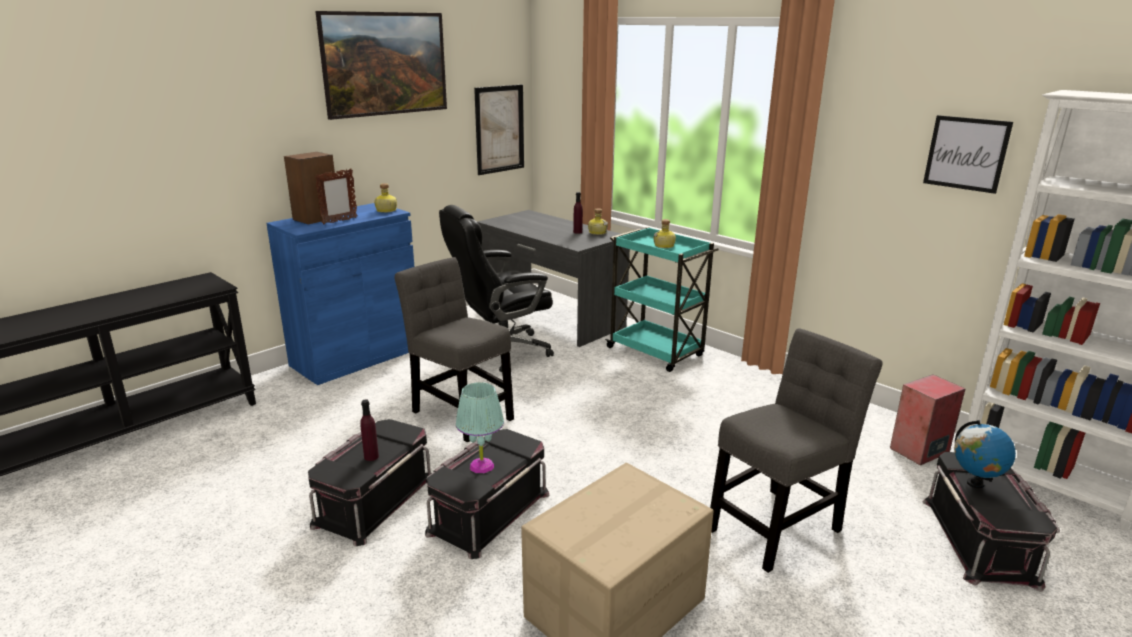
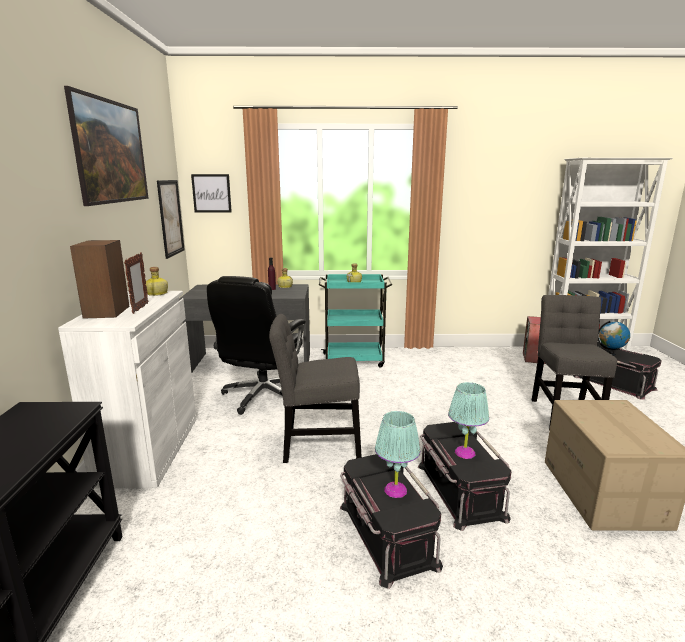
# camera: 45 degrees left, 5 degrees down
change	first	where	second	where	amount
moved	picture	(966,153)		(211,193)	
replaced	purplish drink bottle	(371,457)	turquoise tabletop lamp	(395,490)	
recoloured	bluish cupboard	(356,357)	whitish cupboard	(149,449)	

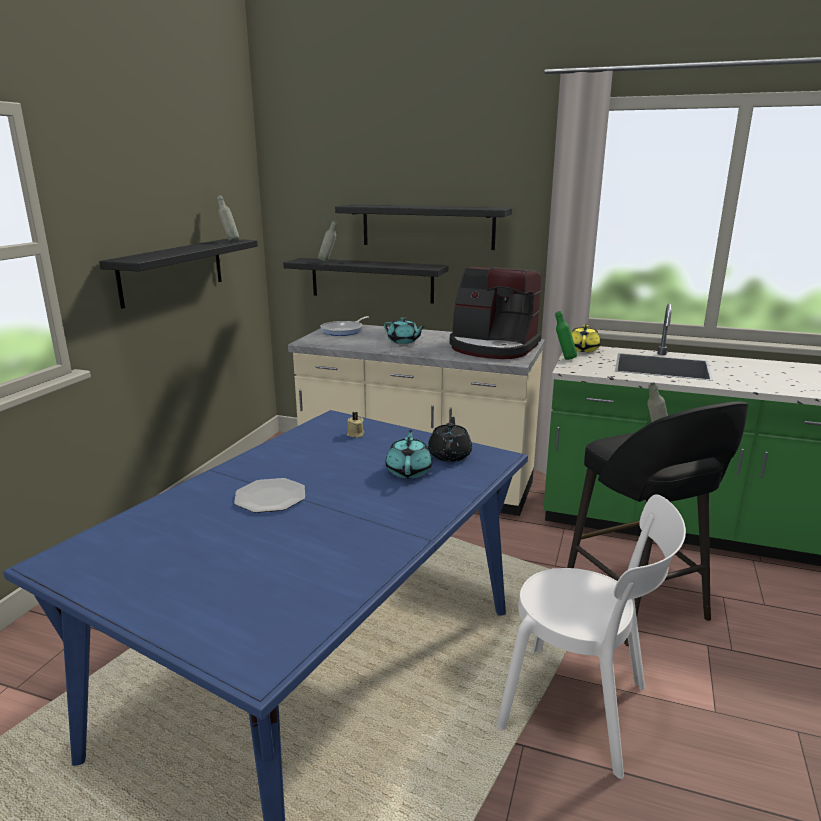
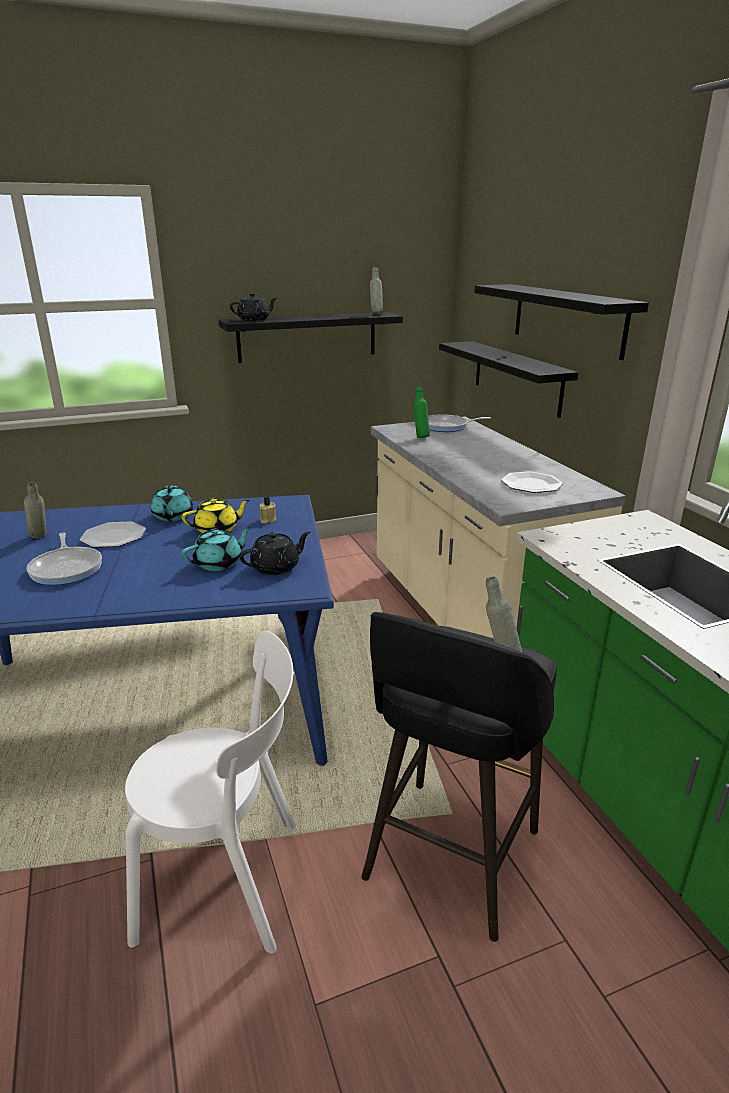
# camera: 50 degrees right, 5 degrees up
change	first	where	second	where	amount
added			skillet	(67,568)	
added			black teapot	(254,320)	
moved	grey drink bottle	(328,261)		(41,538)	
moved	turquoise teapot	(403,341)		(172,516)	
moved	green-coloured drink bottle	(564,359)		(420,437)	
moved	yellowish teapot	(583,349)		(217,529)	
replaced	coffee maker	(493,347)	plate	(531,484)	
turned	whitish upright chair	(581,709)		(228,881)	75 degrees counterclockwise

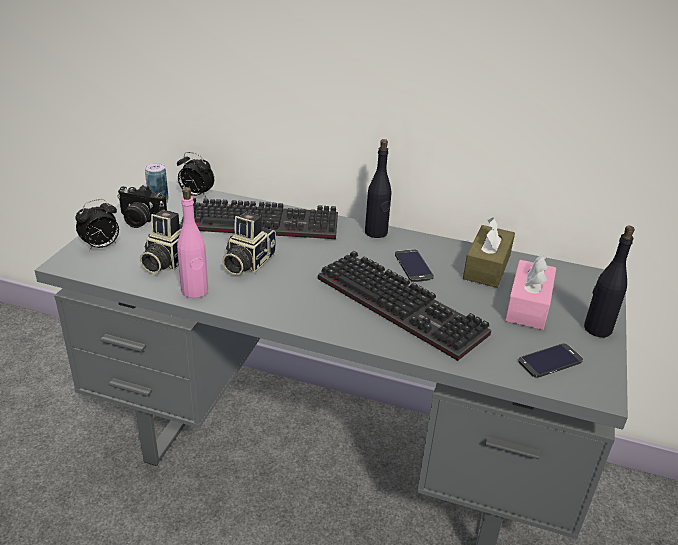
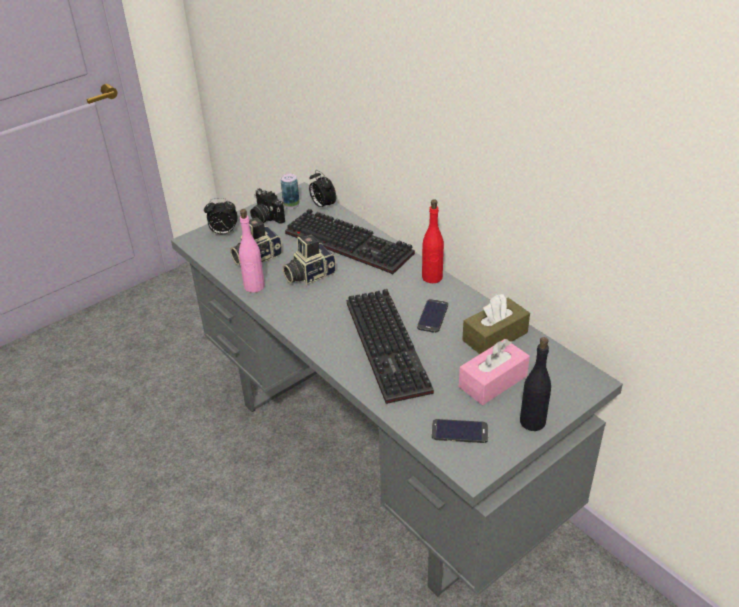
# camera: 35 degrees right, 5 degrees up
change	first	where	second	where	amount
recoloured	black drink bottle	(376,232)	red drink bottle	(432,277)	

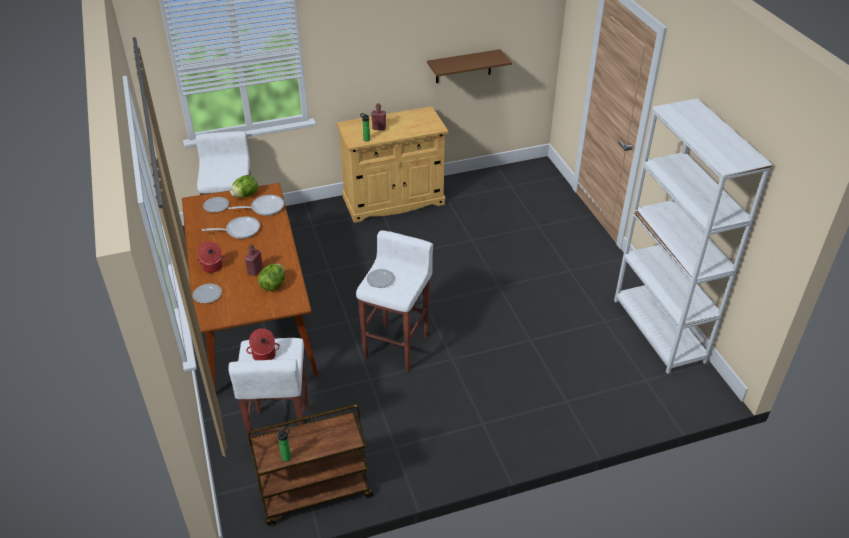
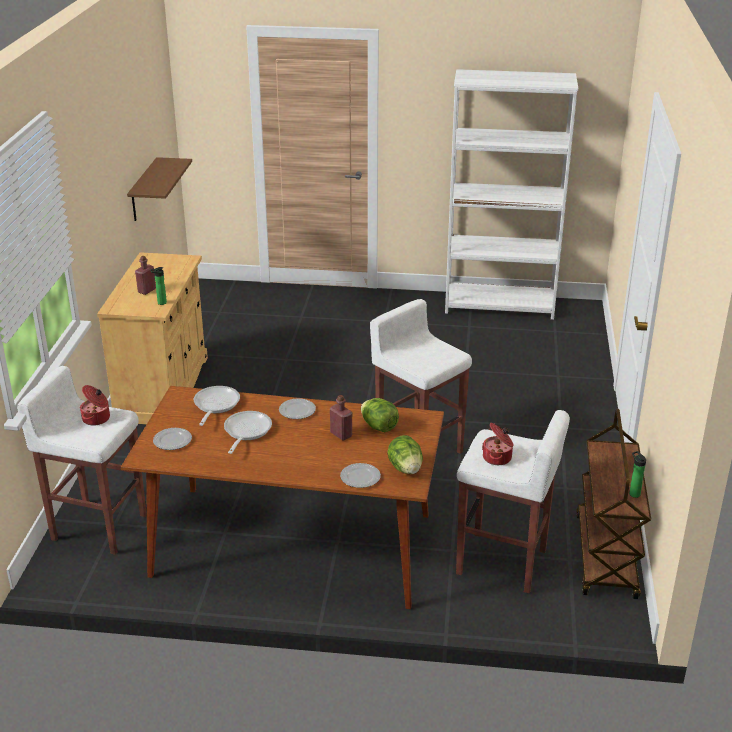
# camera: 65 degrees left, 10 degrees down
change	first	where	second	where	amount
moved	saucepot	(212,267)		(97,419)	
moved	lettuce head	(245,195)		(405,468)	
moved	plate	(381,280)		(297,411)	

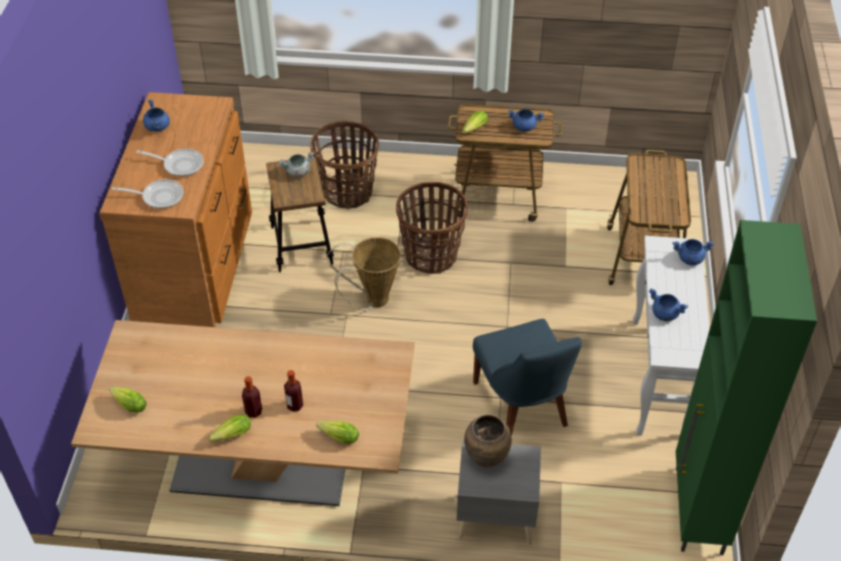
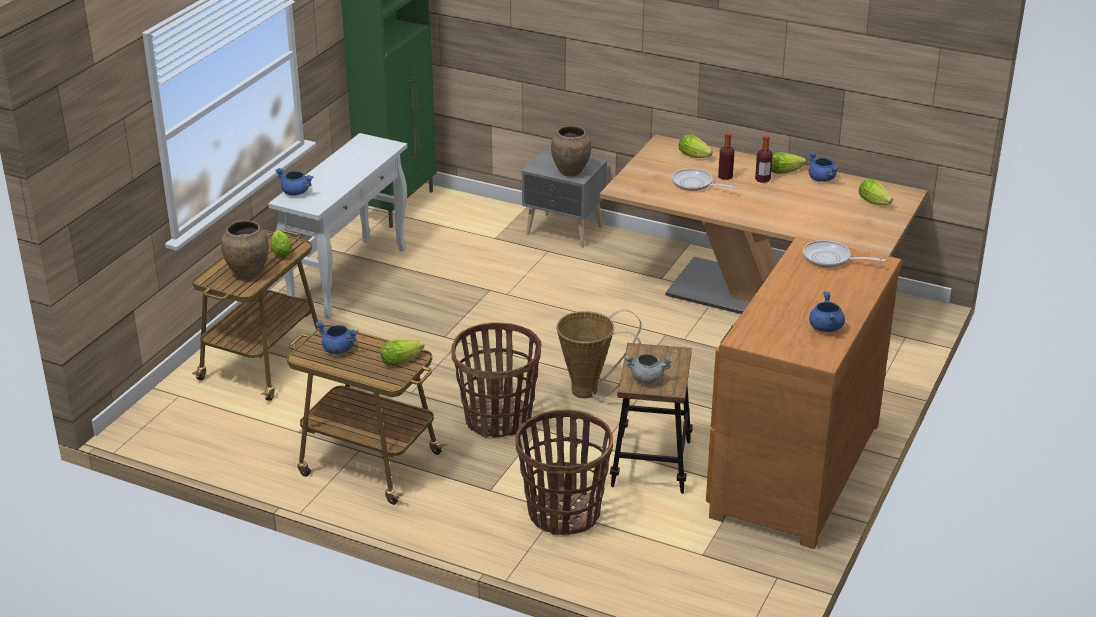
# camera: 160 degrees left, 15 degrees down
change	first	where	second	where	amount
removed	bluish upright chair	(522,407)			
added			brownish flower vase	(247,274)	
added			lettuce head	(281,250)	
moved	skillet	(180,165)		(695,184)	
moved	bluish saucepot	(664,314)		(822,179)	

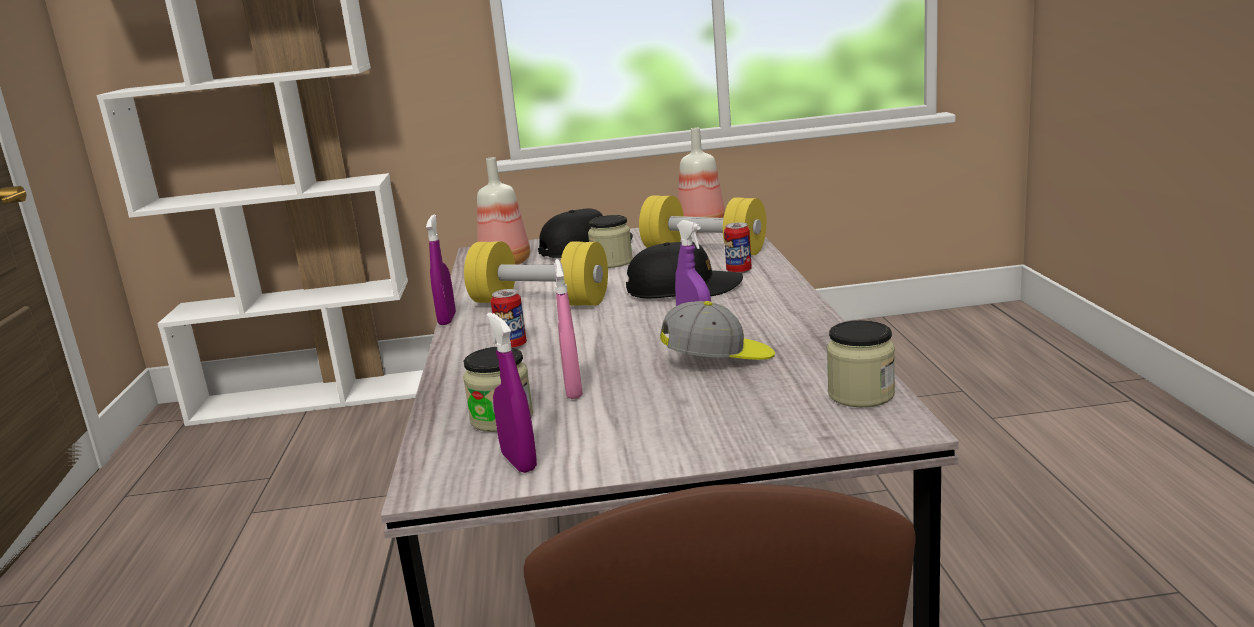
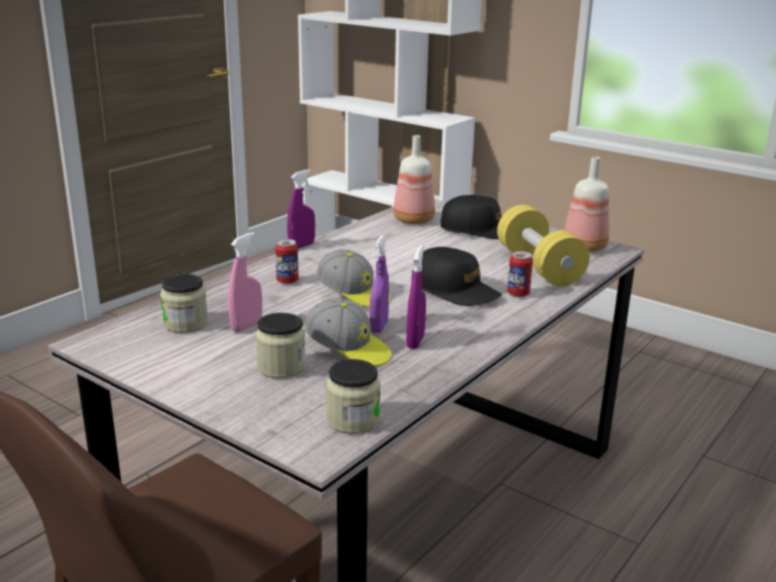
# camera: 40 degrees right, 5 degrees up
change	first	where	second	where	amount
removed	yellowish free weight	(540,302)			
added			baseball cap	(353,295)	
moved	purplish hand sprayer	(519,462)		(415,341)	
moved	preserve jar	(612,262)		(281,367)	

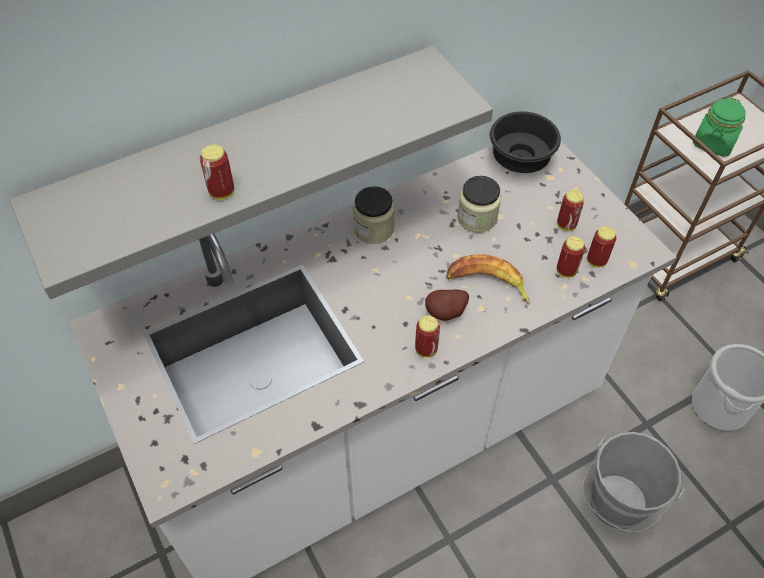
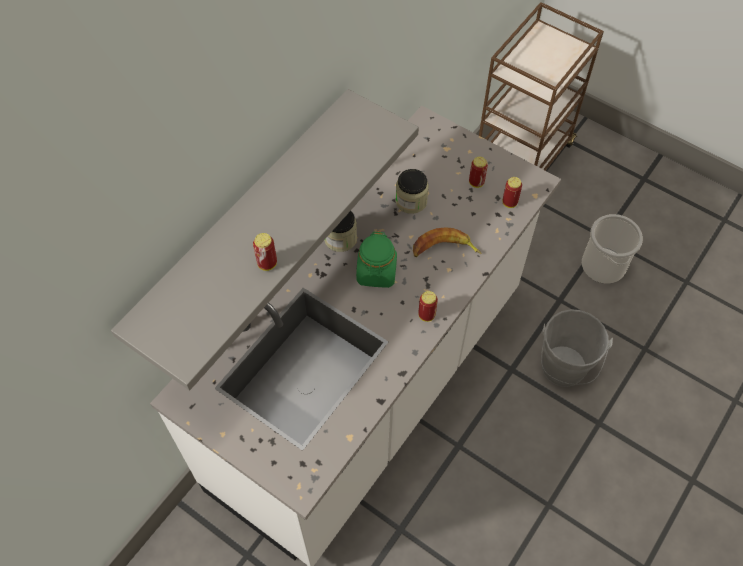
# camera: 25 degrees left, 5 degrees up
change	first	where	second	where	amount
removed	spud	(446,314)			
removed	black bowl	(518,158)			
removed	sealed can	(566,271)			
moved	green-coloured preserve jar	(713,143)		(376,272)	

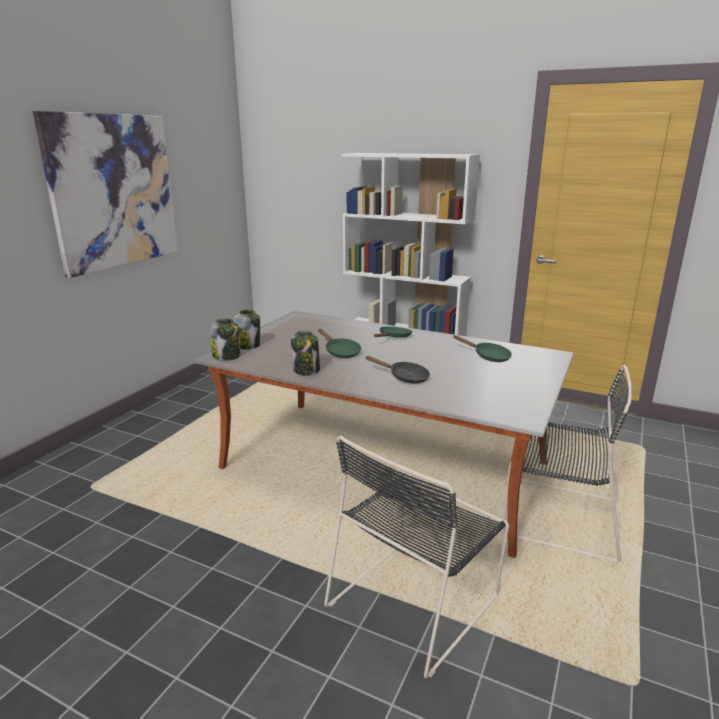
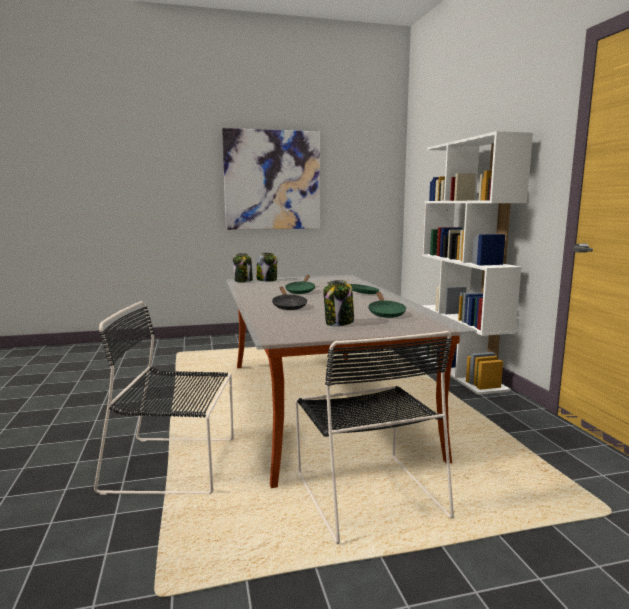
# camera: 50 degrees right, 10 degrees down
change	first	where	second	where	amount
moved	preserve jar	(306,370)		(339,323)	

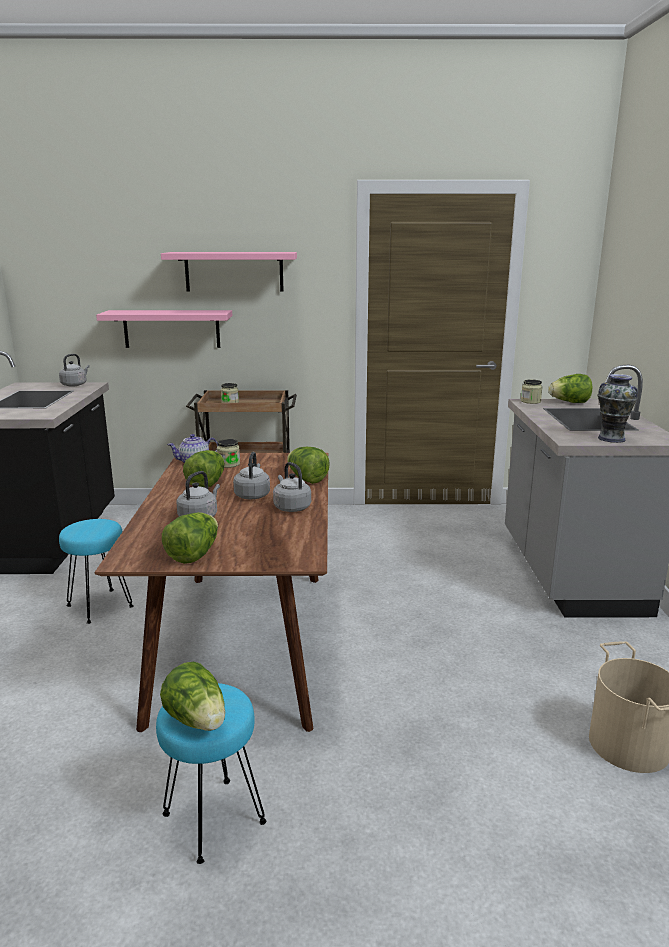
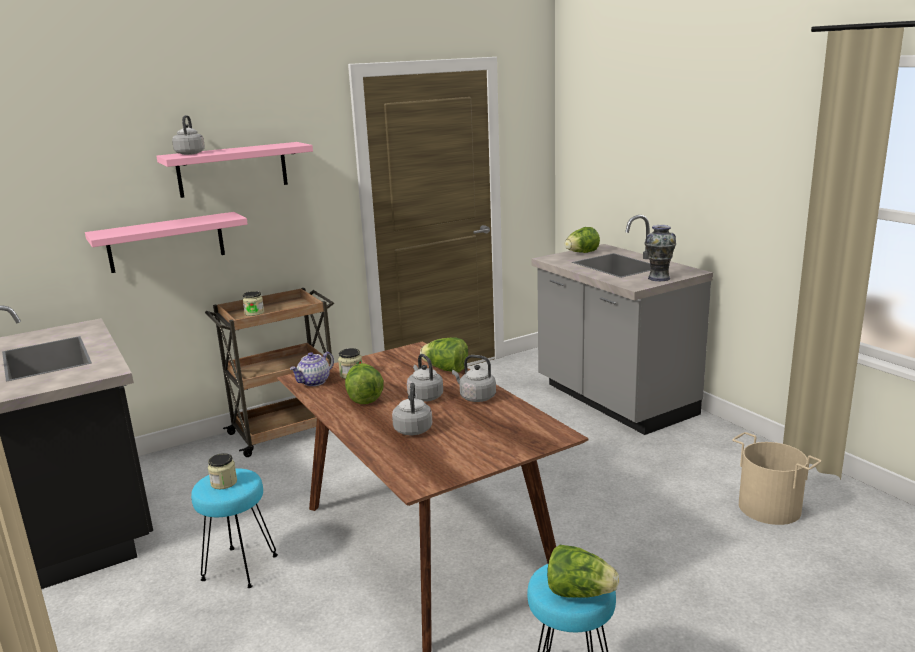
# camera: 30 degrees left, 0 degrees up
change	first	where	second	where	amount
removed	lettuce head	(194,555)			
moved	grey water kettle	(75,385)		(190,153)	
moved	preserve jar	(530,401)		(224,483)	

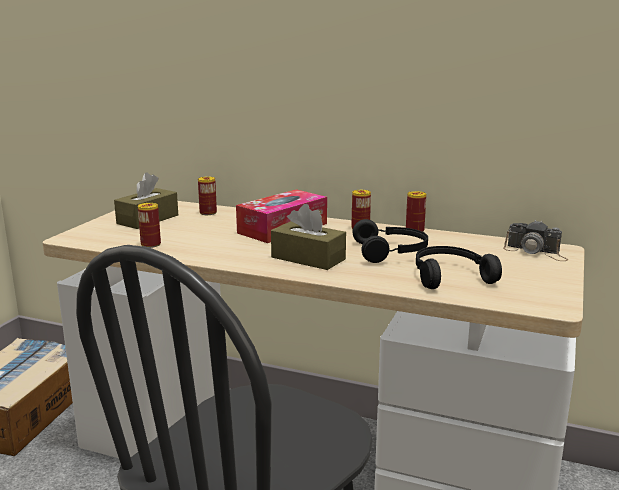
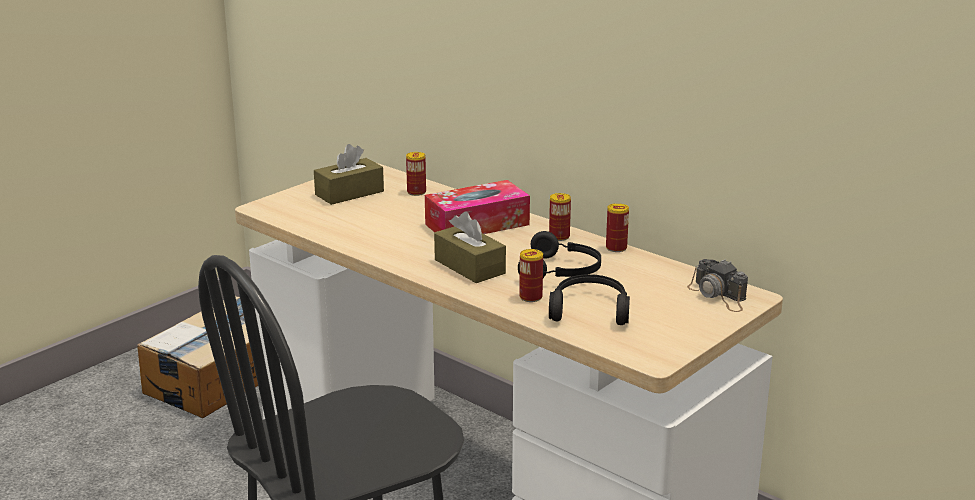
# camera: 20 degrees right, 5 degrees up
change	first	where	second	where	amount
moved	sealed can	(151,244)		(530,297)	

